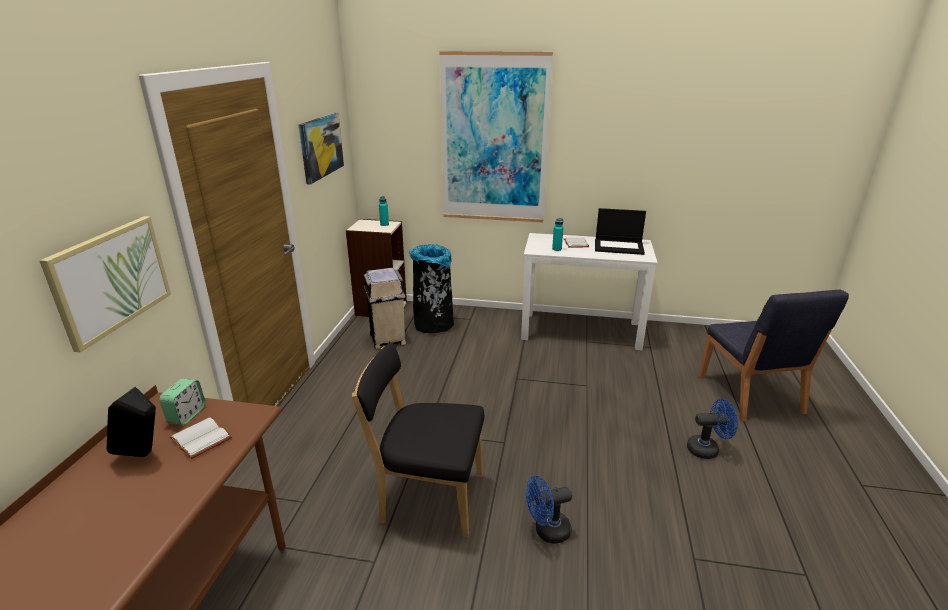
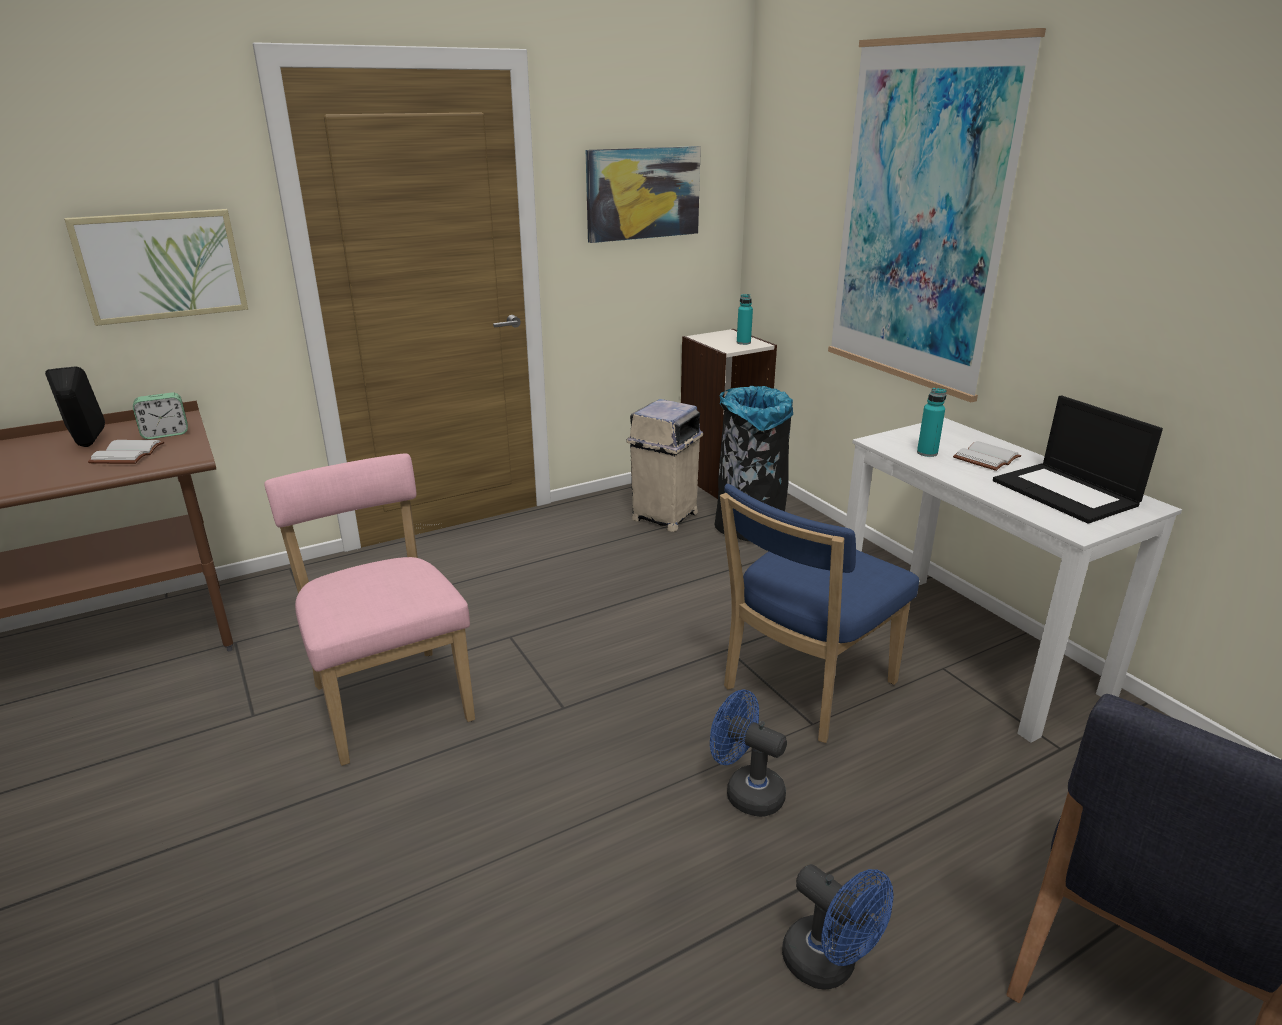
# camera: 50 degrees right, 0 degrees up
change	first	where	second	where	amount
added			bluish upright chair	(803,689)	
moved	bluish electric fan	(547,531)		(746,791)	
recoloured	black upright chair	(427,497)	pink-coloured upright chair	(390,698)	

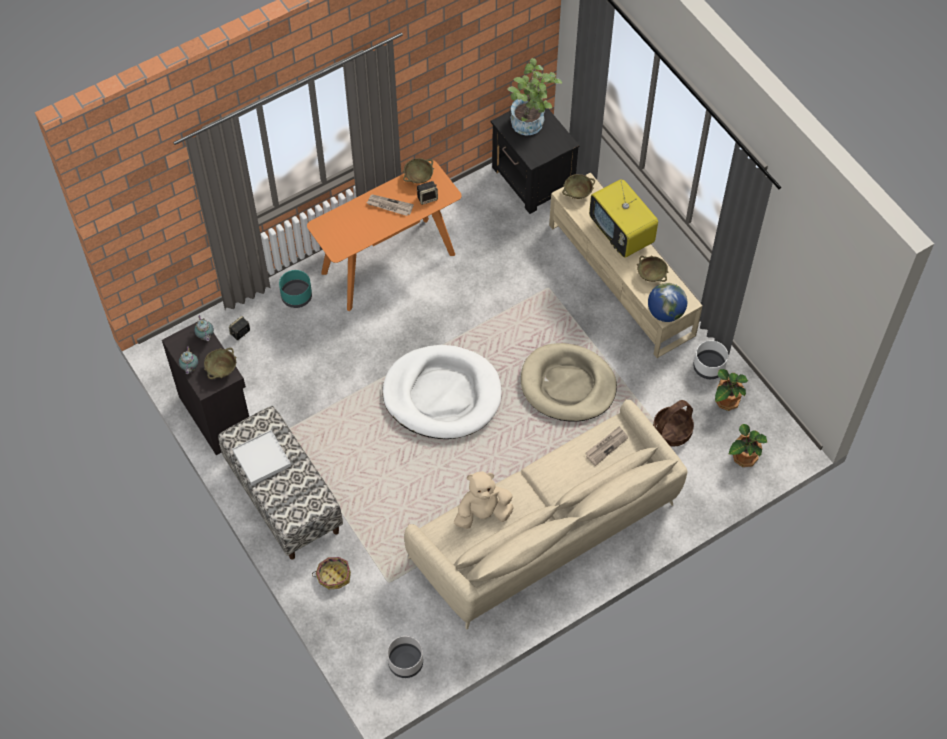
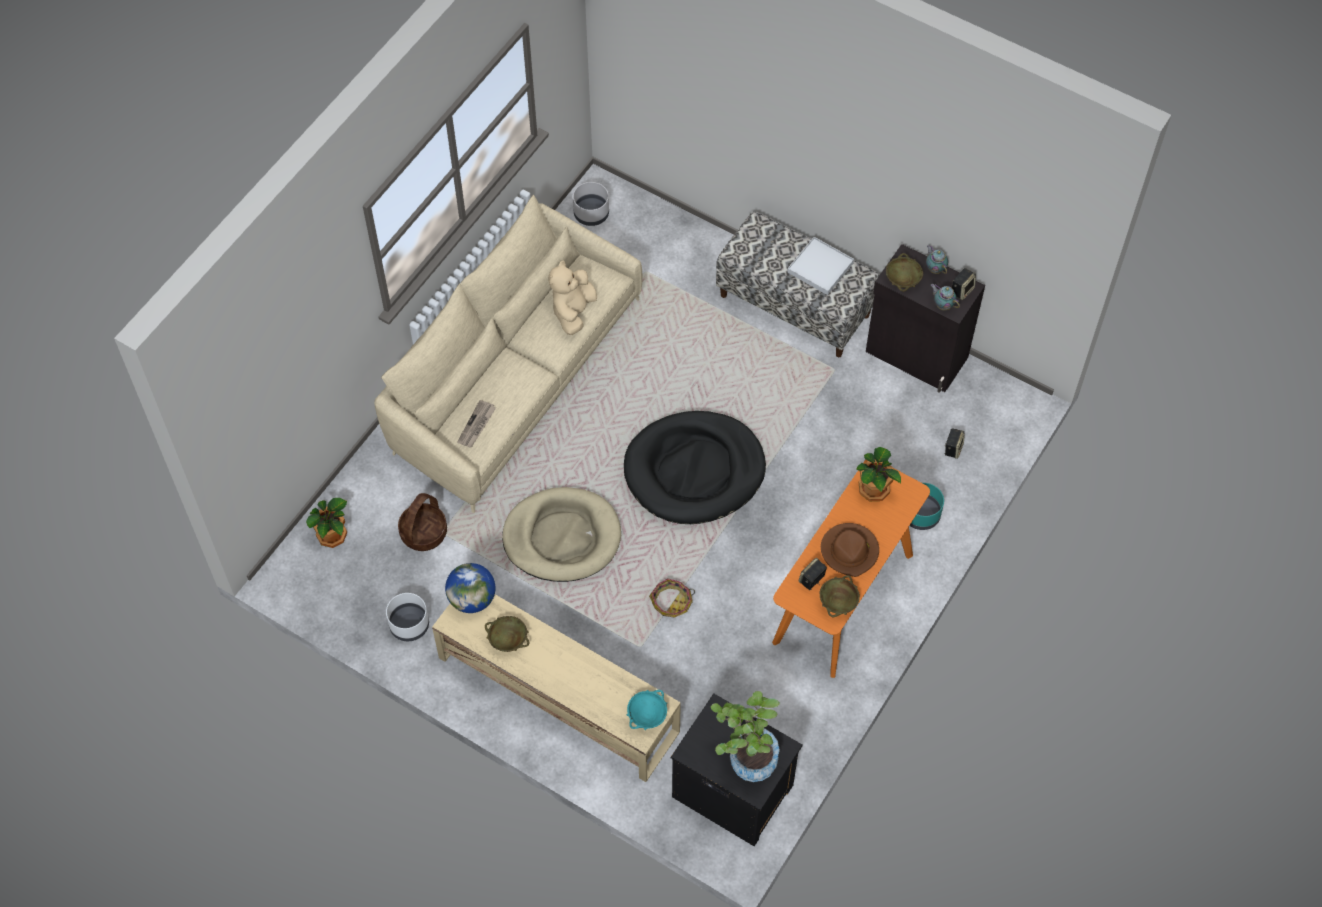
# camera: 155 degrees right, 0 degrees up
change	first	where	second	where	amount
removed	TV set	(622,234)			
added			speaker	(962,290)	
moved	basket	(333,575)		(672,602)	
moved	potted plant	(726,401)		(875,489)	
replaced	daily paper	(389,206)	brownish hat	(850,551)	
recoloured	whitish dog bed	(442,395)	black dog bed	(694,471)	
recoloured	beige-coloured bowl	(578,193)	turquoise bowl	(647,716)	
turned	beige-coloured soft toy	(483,513)		(573,312)	150 degrees clockwise

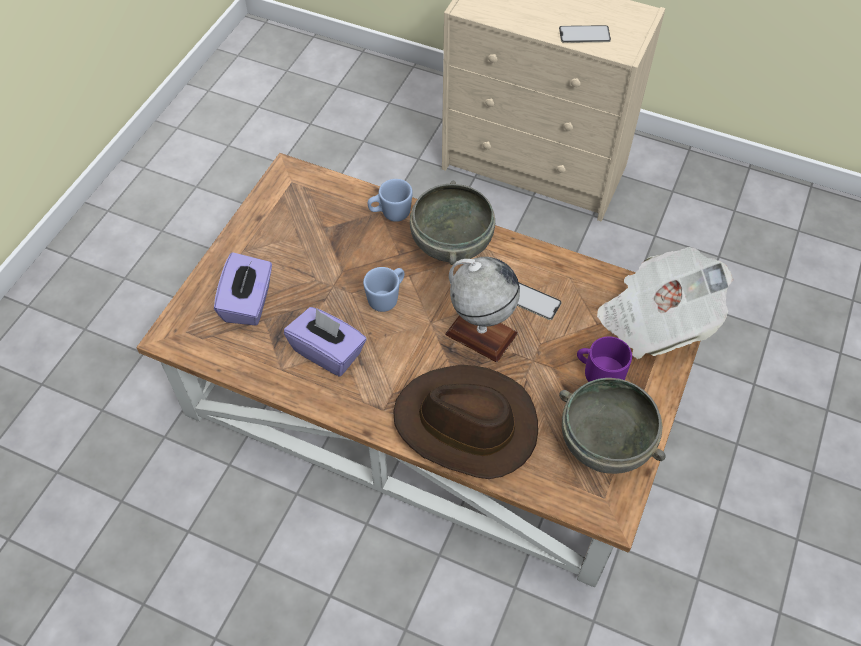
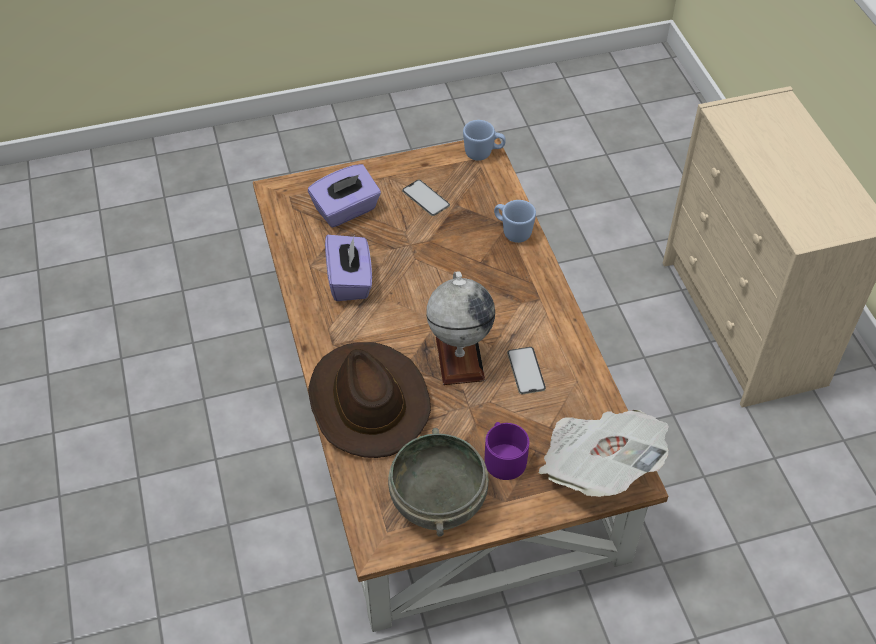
# camera: 50 degrees right, 5 degrees down
change	first	where	second	where	amount
removed	grey bowl	(450,243)			
moved	bluish tea mug	(387,298)		(483,153)	
moved	telephone	(584,34)		(425,198)	

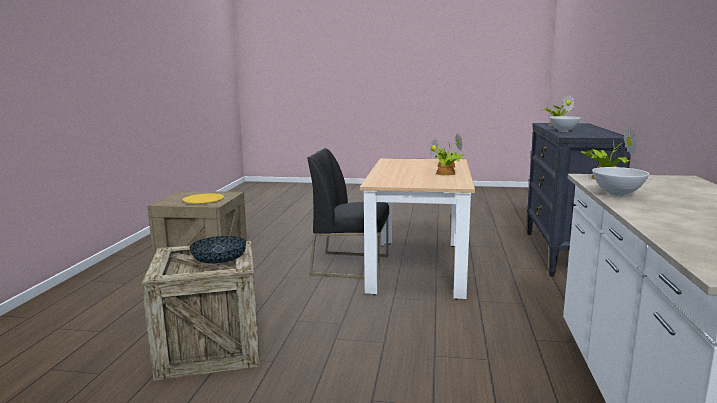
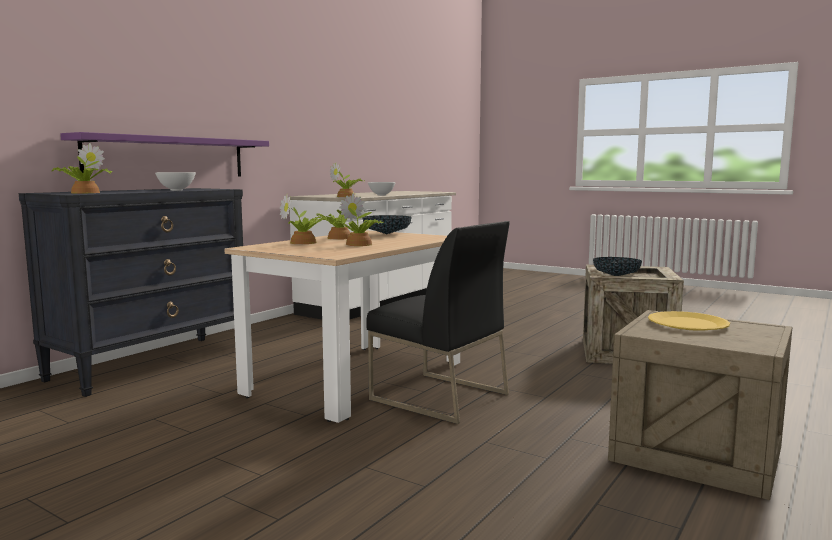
# camera: 155 degrees left, 5 degrees down
change	first	where	second	where	amount
added			purplish bracket shelf	(168,157)	
added			potted plant	(358,244)	
added			bowl	(386,234)	

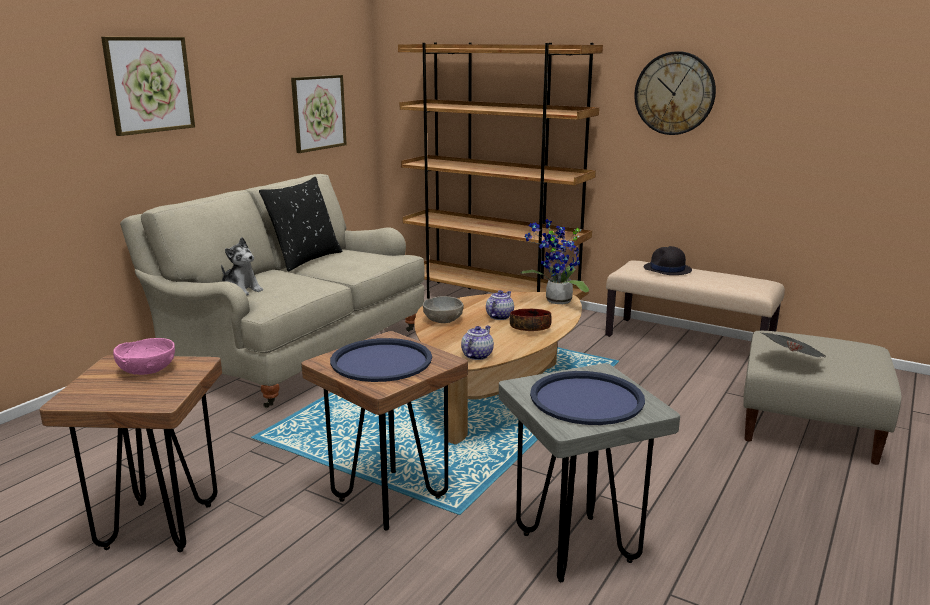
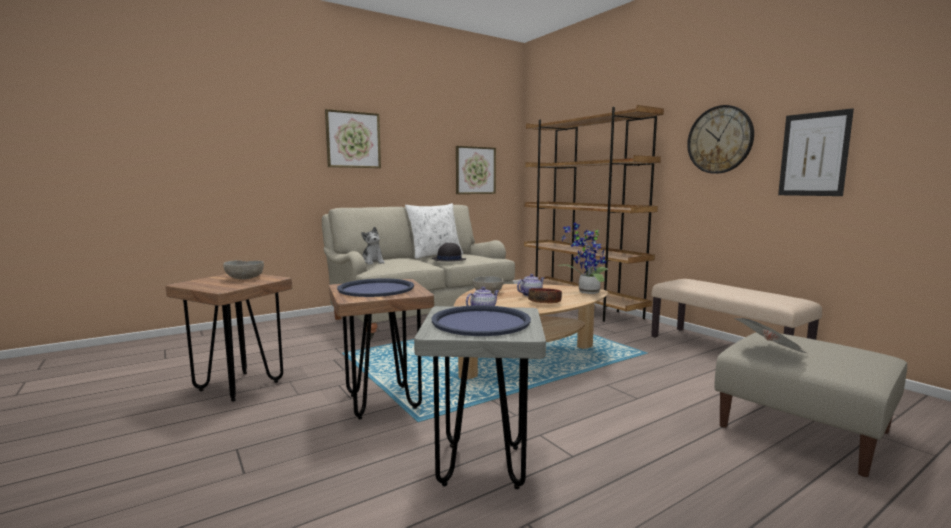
# camera: 25 degrees right, 10 degrees down
change	first	where	second	where	amount
added			picture	(814,154)	
moved	black hat	(667,269)		(448,260)	
recoloured	pink-coloured bowl	(147,370)	grey bowl	(245,278)	
recoloured	black pillow	(305,260)	whitish pillow	(435,255)	

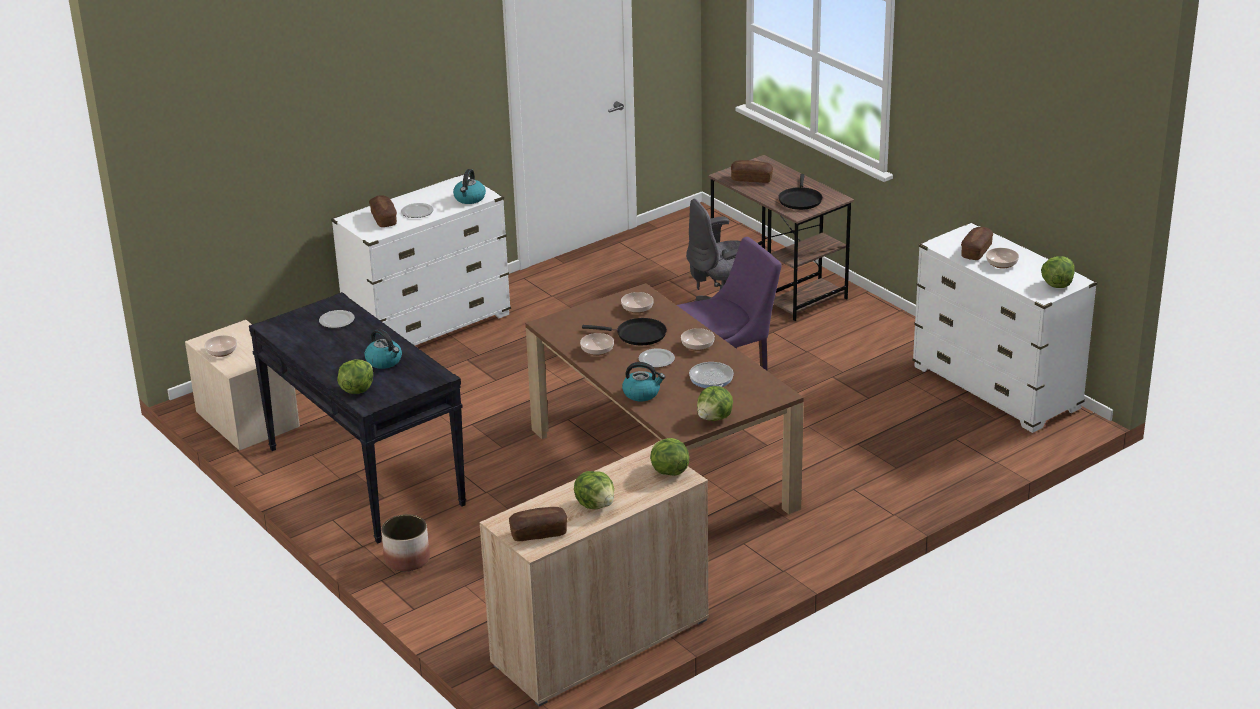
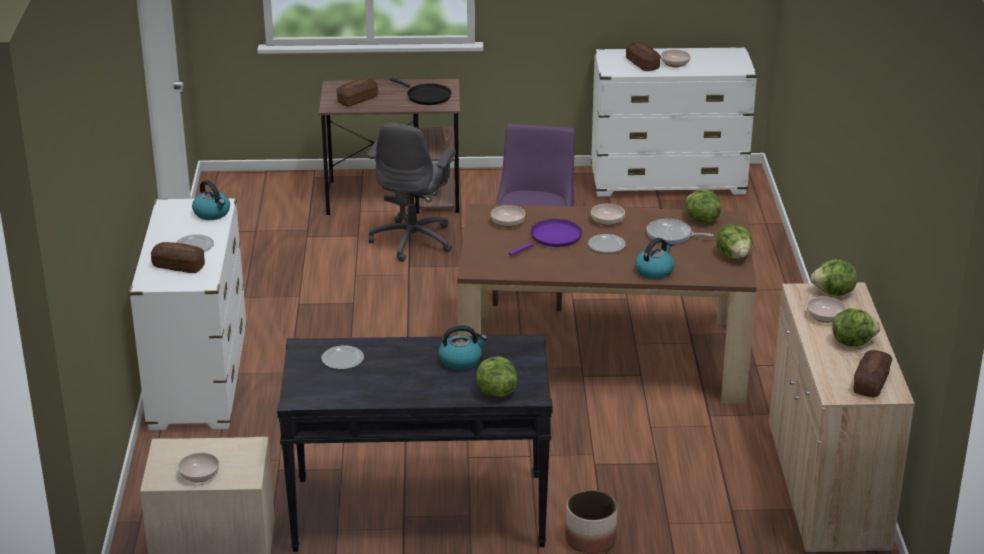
# camera: 55 degrees left, 0 degrees up
change	first	where	second	where	amount
moved	bowl	(597,350)		(824,316)	
moved	lettuce head	(1057,284)		(701,220)	
recoloured	black skillet	(637,335)	purplish skillet	(553,238)	

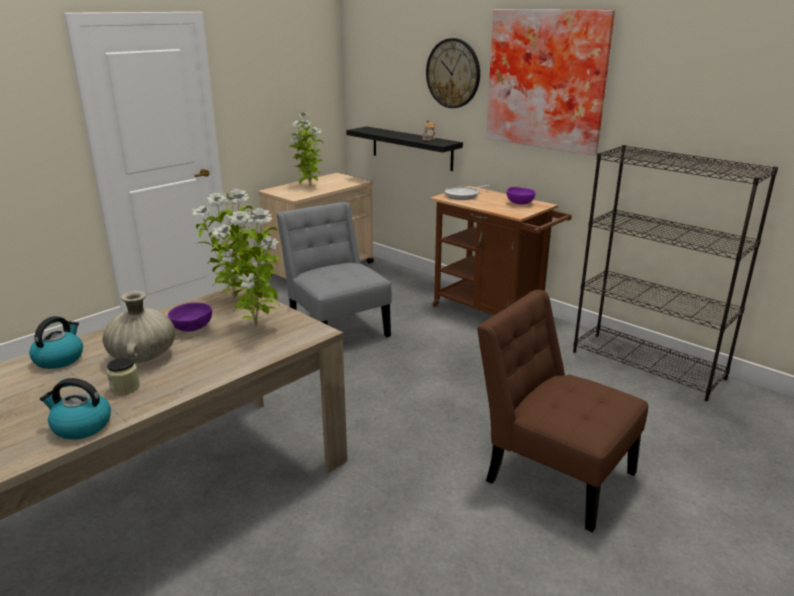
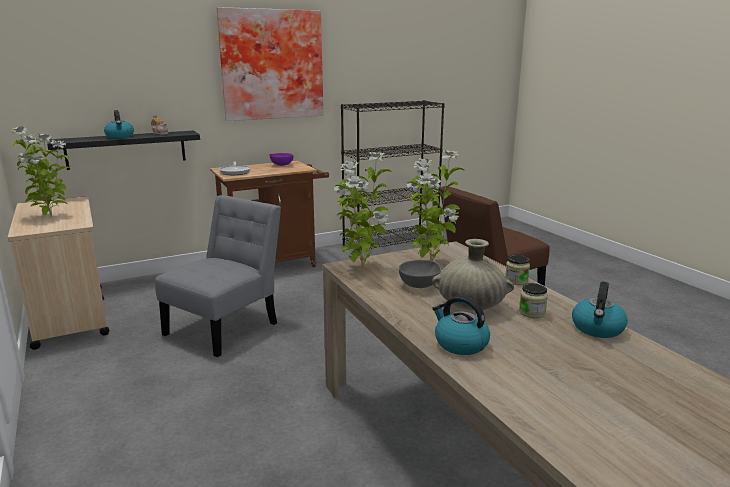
# camera: 70 degrees left, 5 degrees down
change	first	where	second	where	amount
removed	clock on the wall	(453,73)			
added			water kettle	(120,137)	
added			preserve jar	(516,280)	
recoloured	purplish bowl	(192,329)	grey bowl	(420,285)	
turned	grey upright chair	(337,328)		(226,327)	135 degrees clockwise

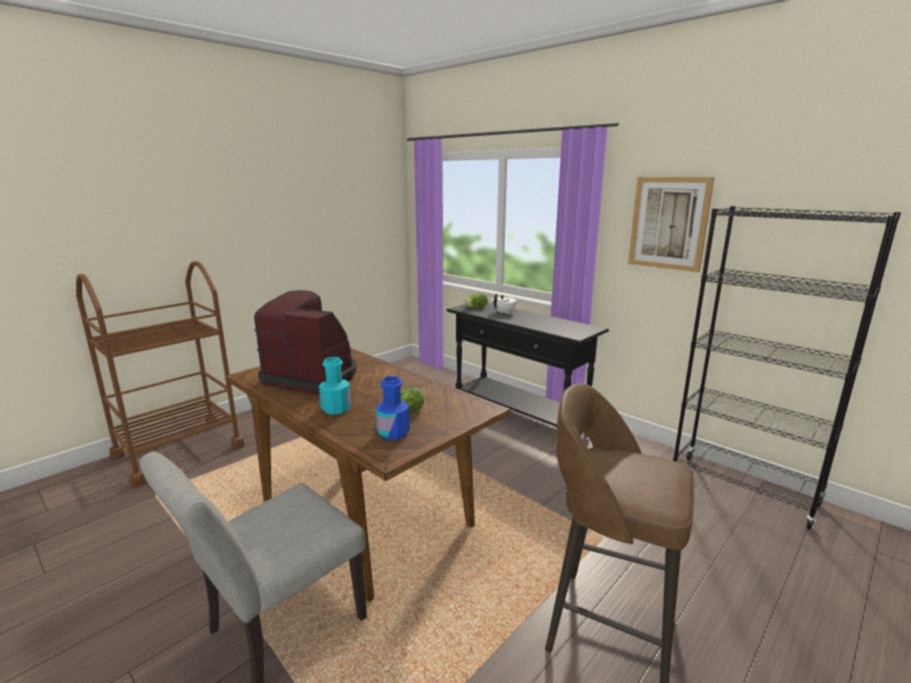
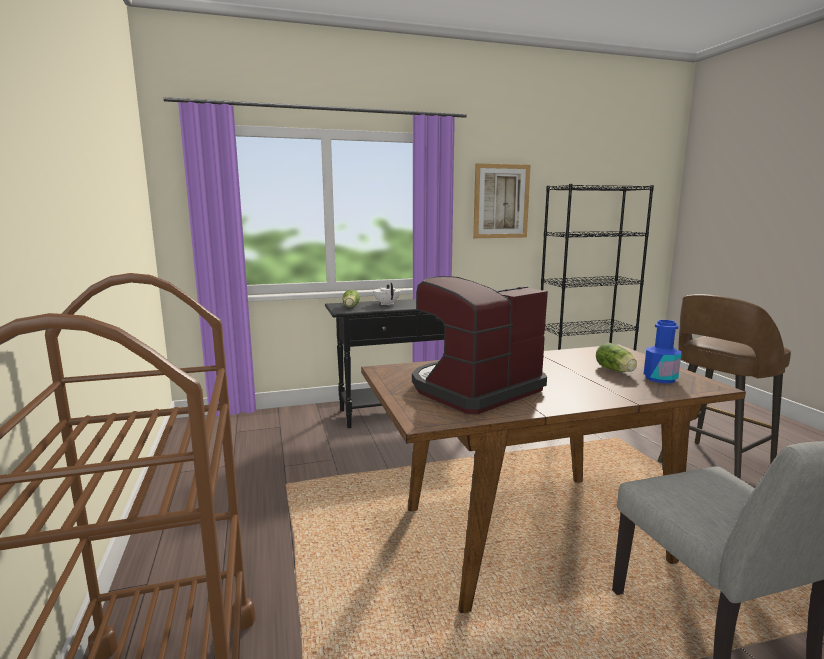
# camera: 60 degrees left, 5 degrees down
change	first	where	second	where	amount
removed	turquoise drink bottle	(336,409)			

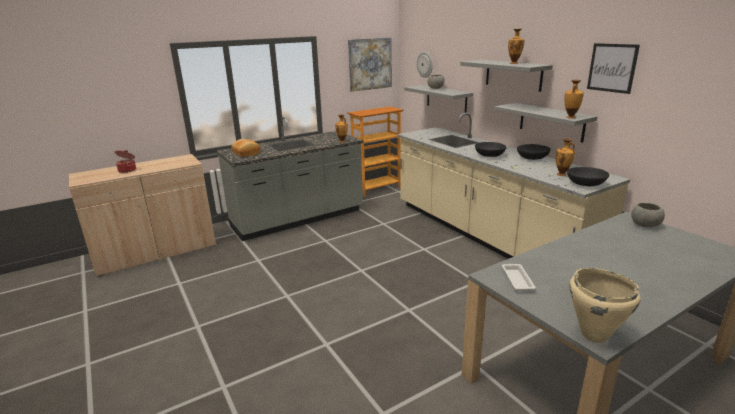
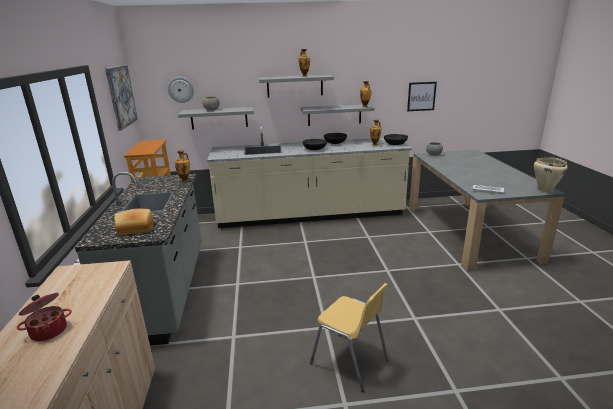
# camera: 65 degrees left, 0 degrees up
change	first	where	second	where	amount
added			yellowish upright chair	(350,362)	
moved	picture	(612,68)		(421,96)	

